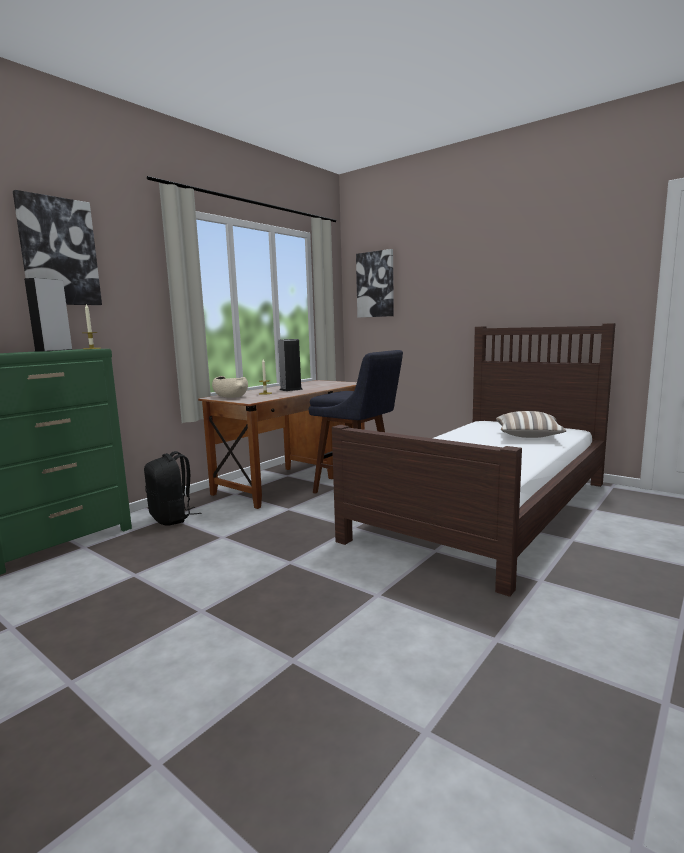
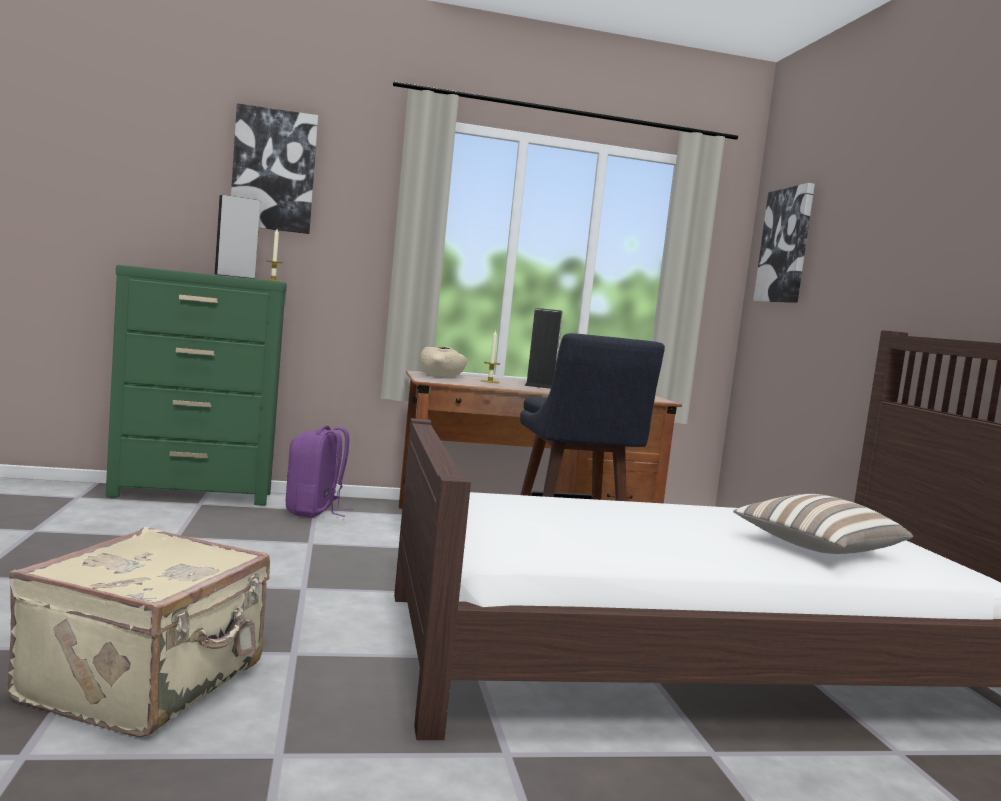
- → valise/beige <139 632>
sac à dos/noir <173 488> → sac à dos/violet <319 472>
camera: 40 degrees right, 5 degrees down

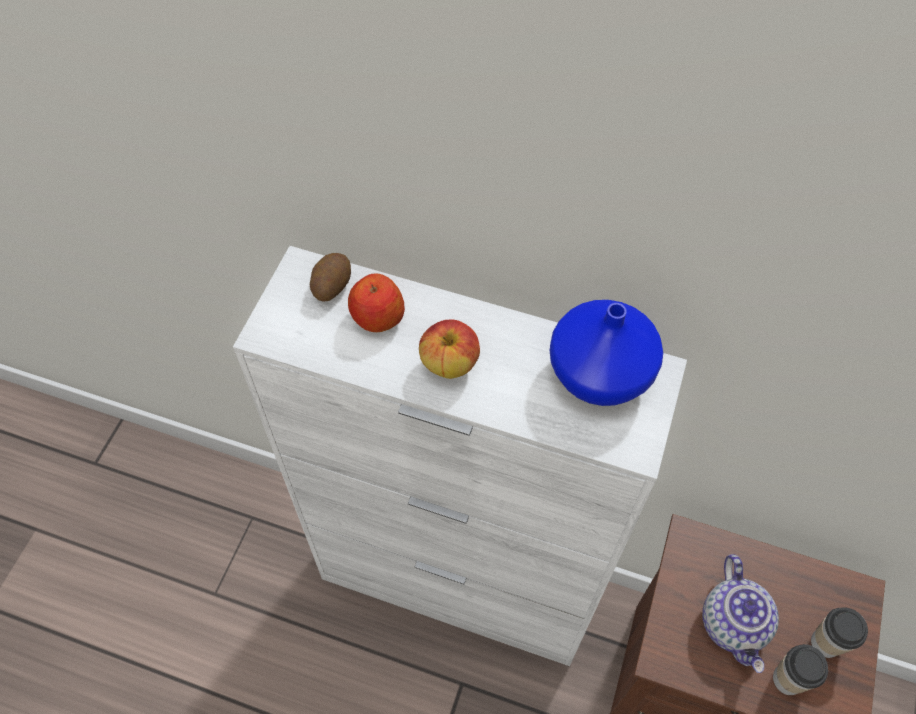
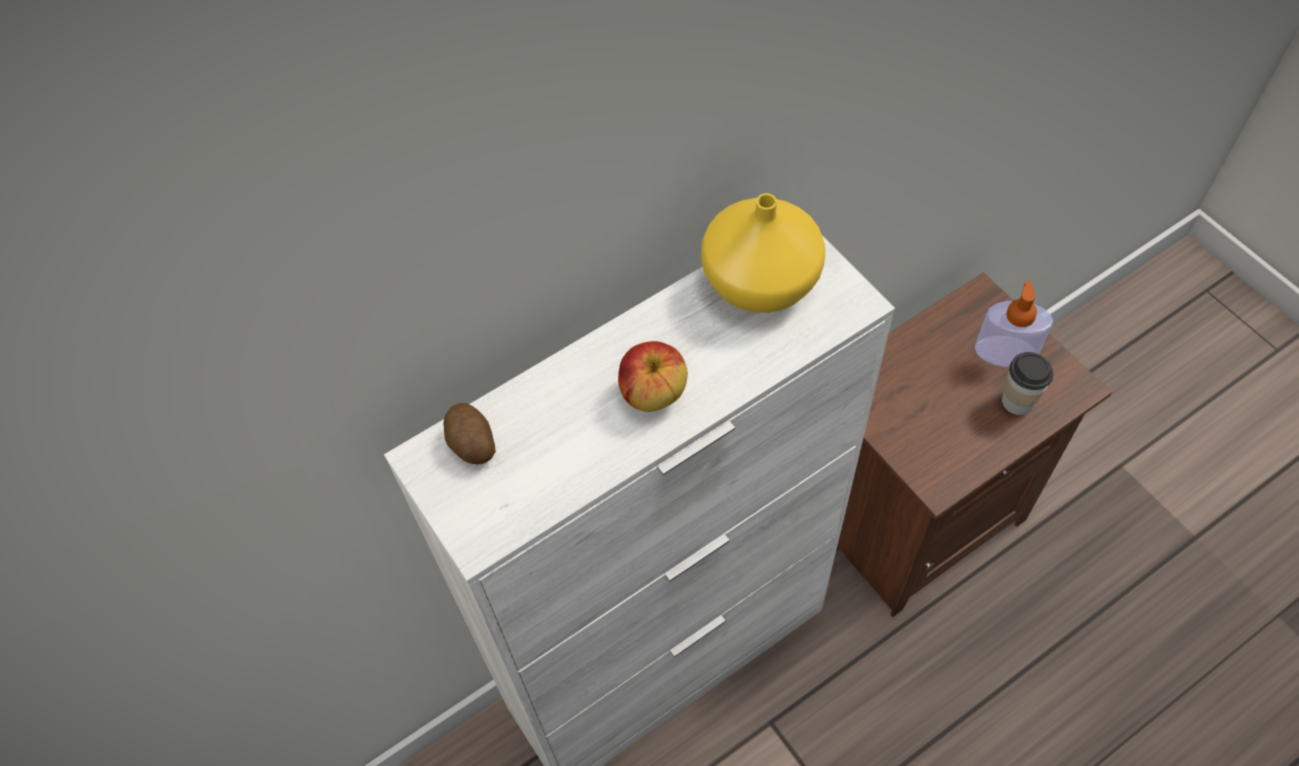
vase/bleu <606 353> → vase/jaune <763 253>
tasse <839 632> → distributeur de savon <1014 324>
pomme <376 302> → -
théière <740 613> → -
camera: 50 degrees left, 0 degrees up

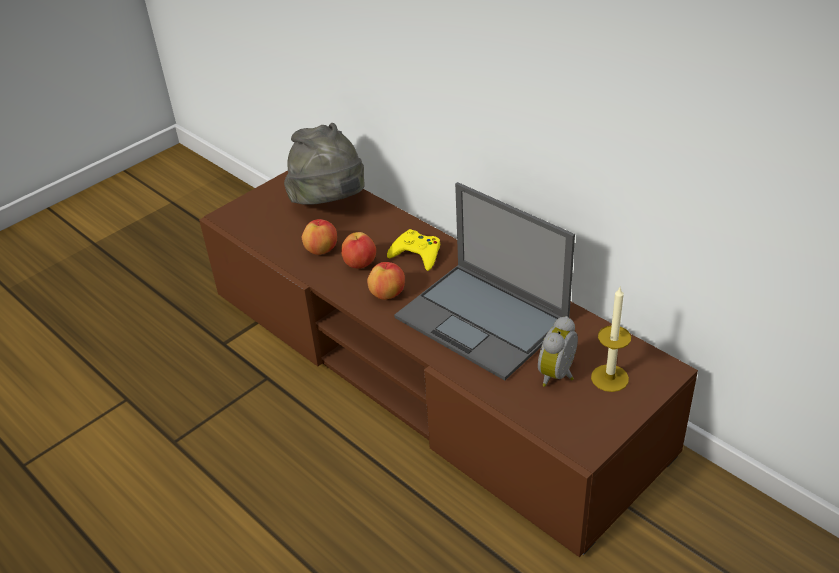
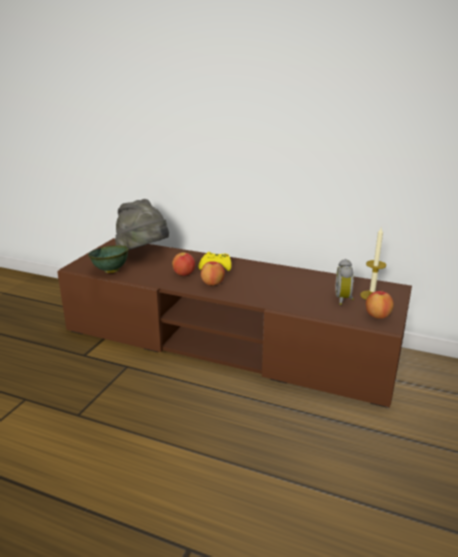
- → bol/vert <108 259>
pomme <319 237> → pomme <380 304>, relocated
ordinateur portable <484 281> → -
camera: 25 degrees left, 15 degrees down

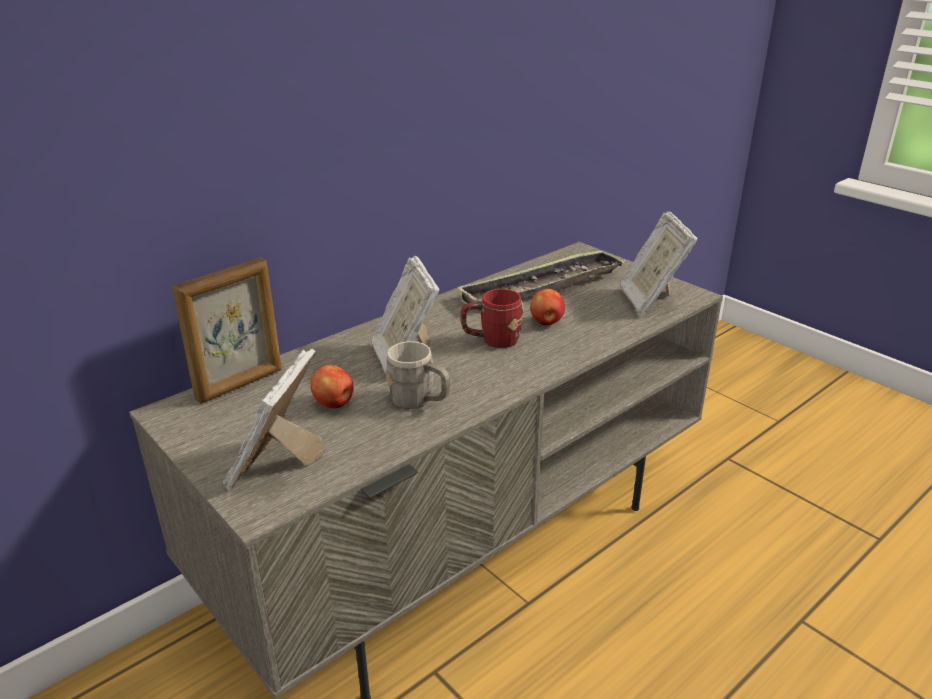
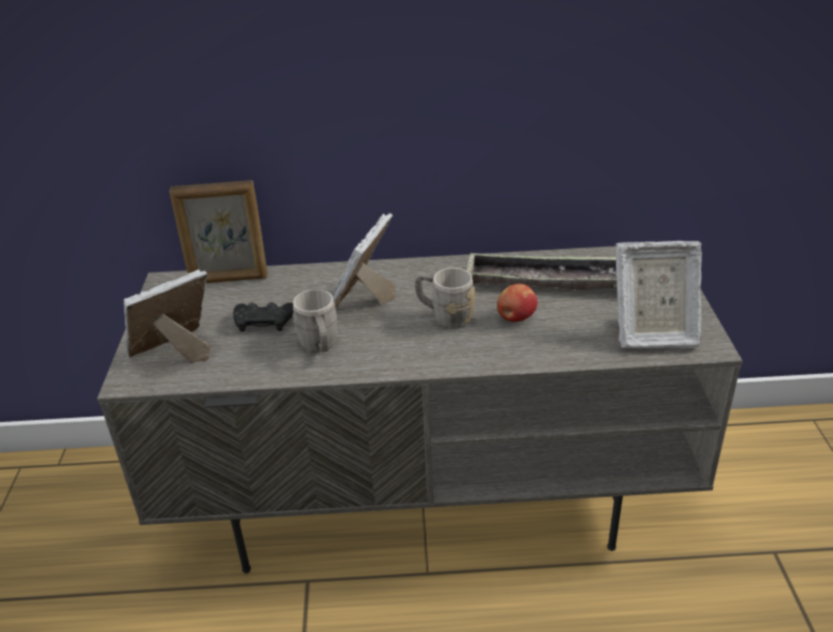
pomme <332 386> → manette/noir <263 317>
mug/rouge <492 318> → mug/gris <445 298>
cadre photo <659 263> → cadre photo <658 295>, 120 degrees counterclockwise
camera: 40 degrees right, 5 degrees up

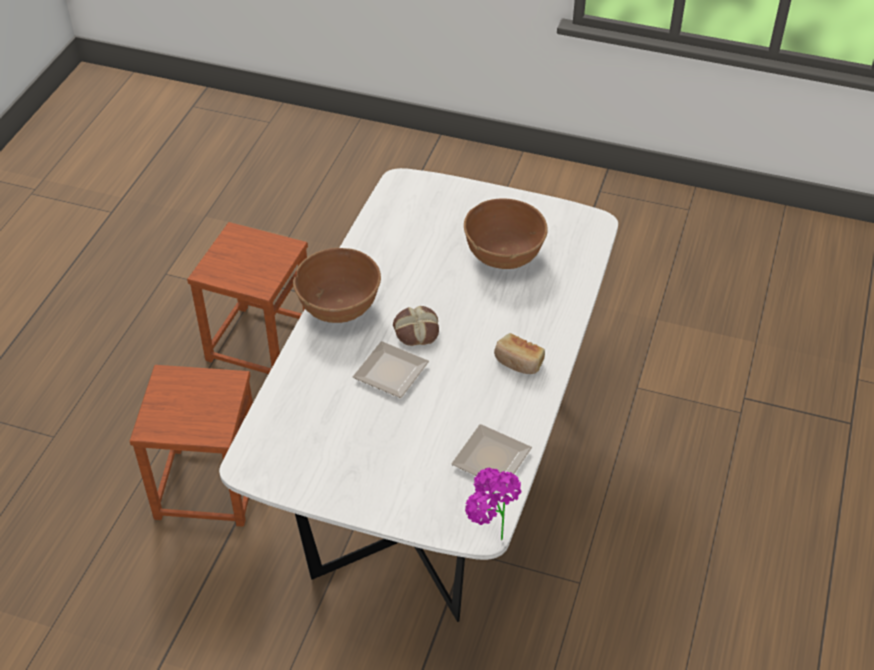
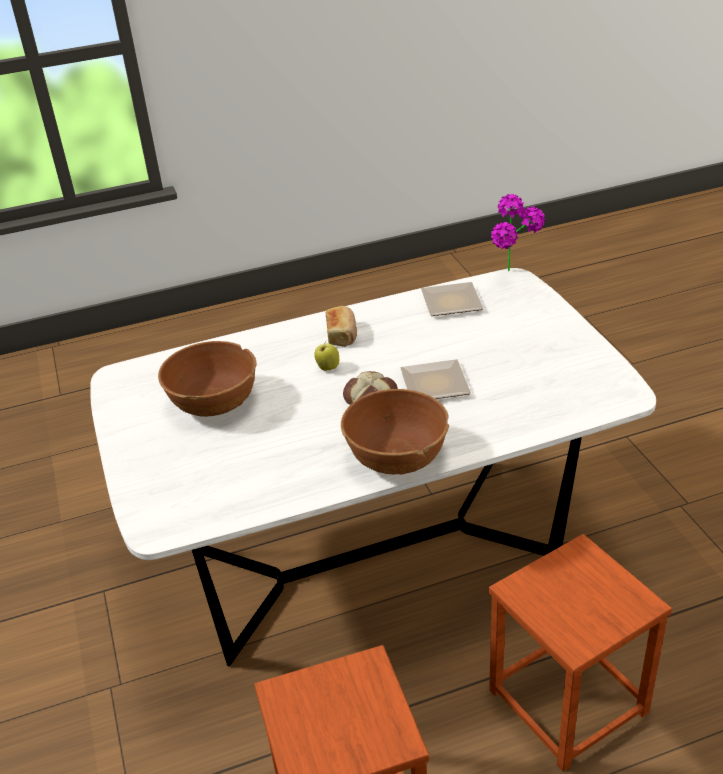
- → pomme <326 356>
camera: 125 degrees left, 10 degrees down

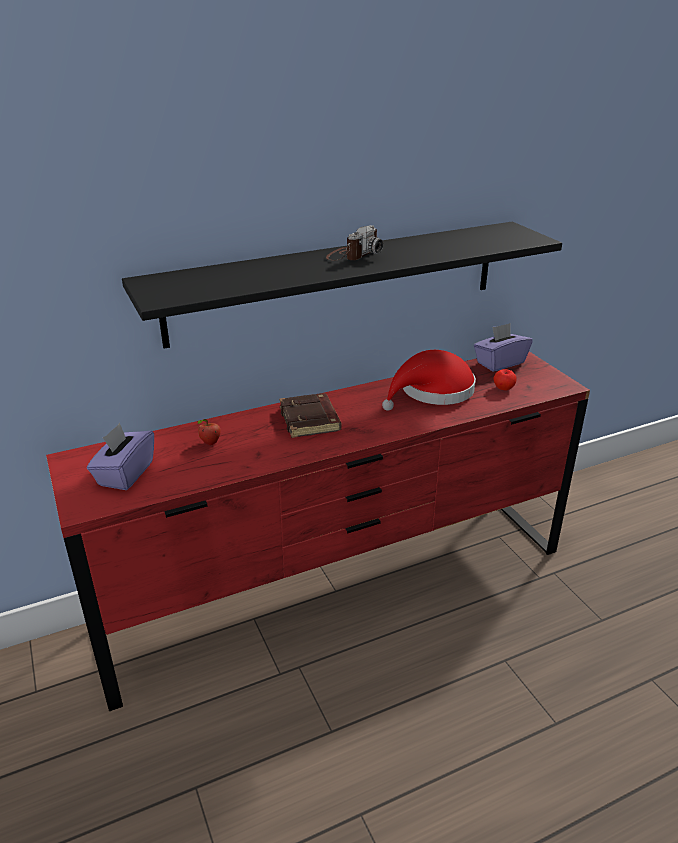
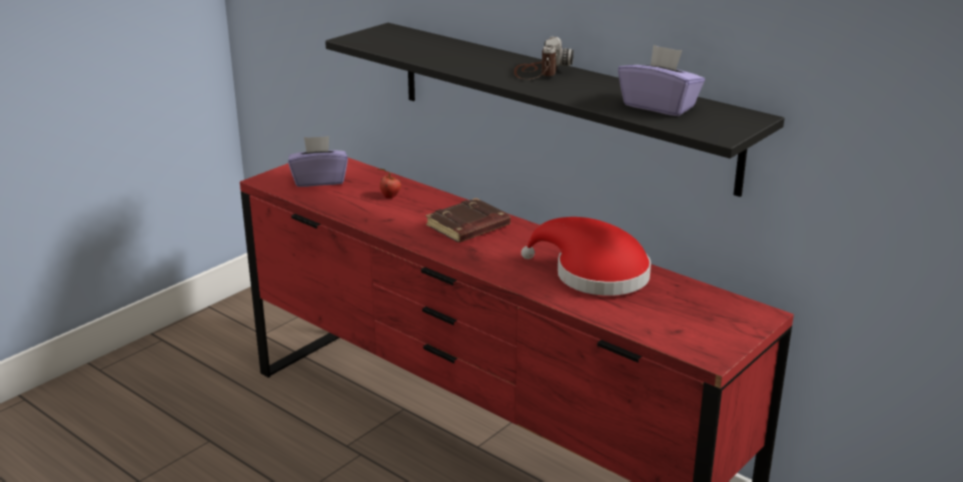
appareil photo <354 243> → appareil photo <544 58>, 90 degrees counterclockwise
boîte à mouchoirs/violet <503 347> → boîte à mouchoirs/violet <661 80>, relocated
pomme <505 379> → -
camera: 65 degrees right, 5 degrees down

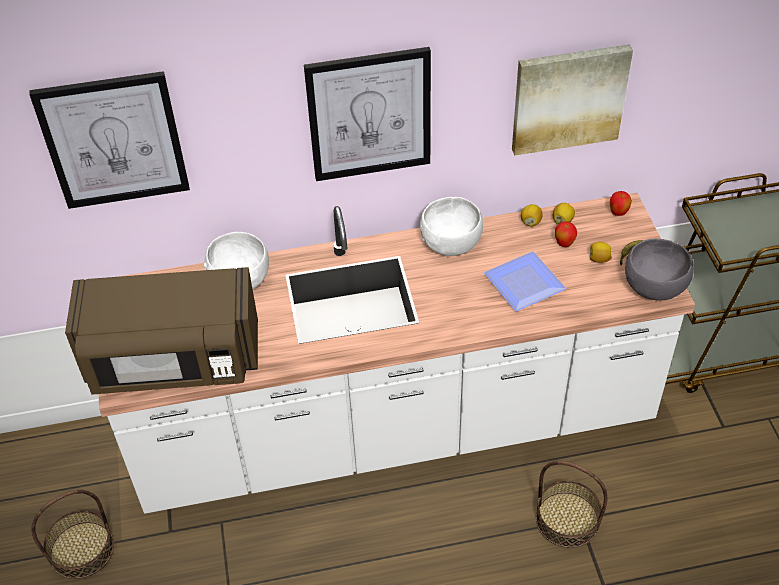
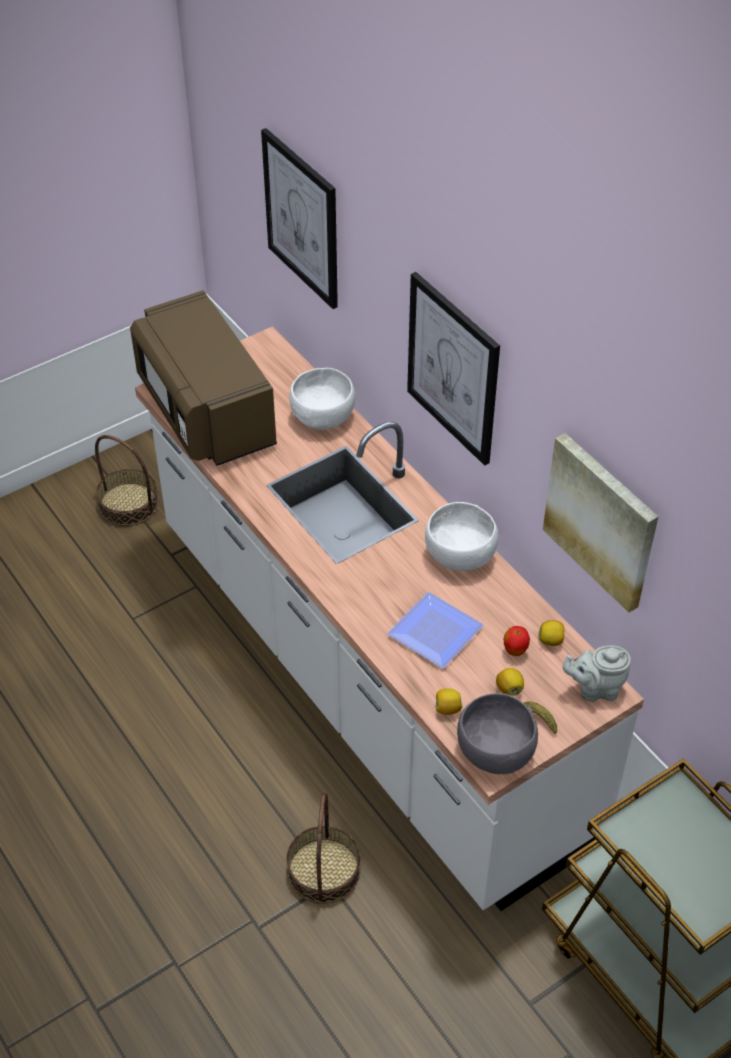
citron <532 215> → citron <449 701>, relocated
pomme <621 203> → théière/gris <597 674>
camera: 65 degrees right, 0 degrees up

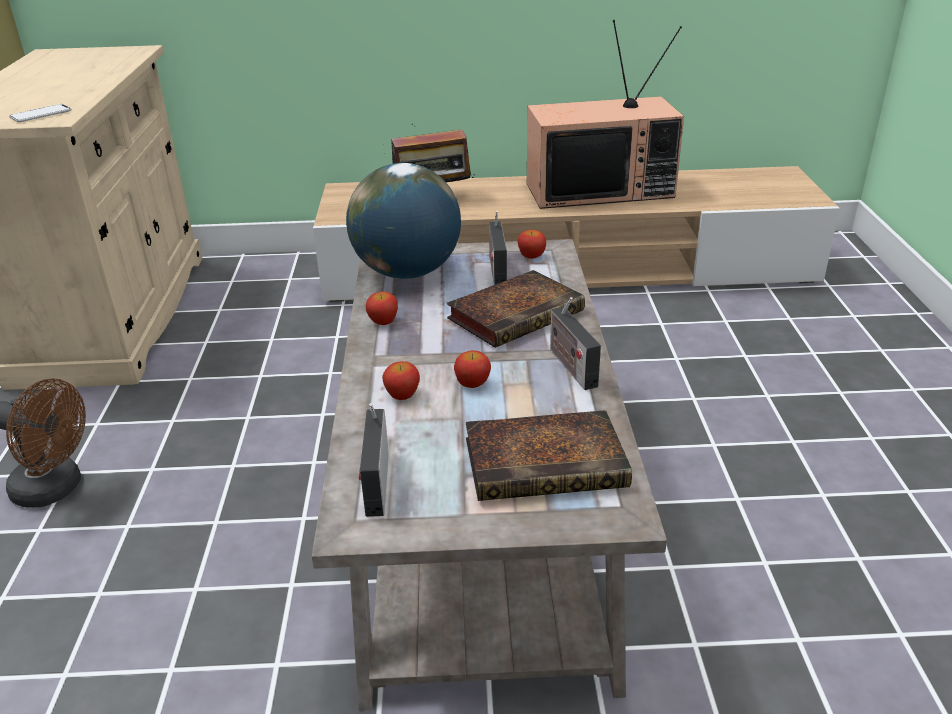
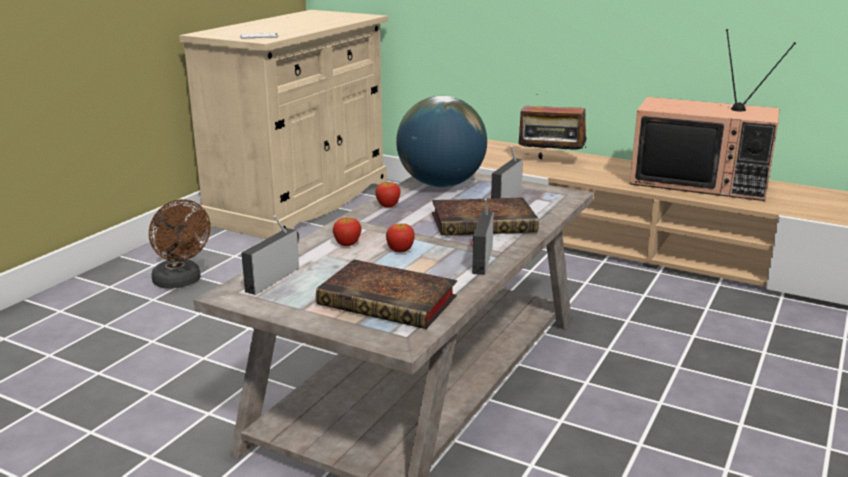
pomme <532 244> → -
camera: 30 degrees right, 10 degrees down

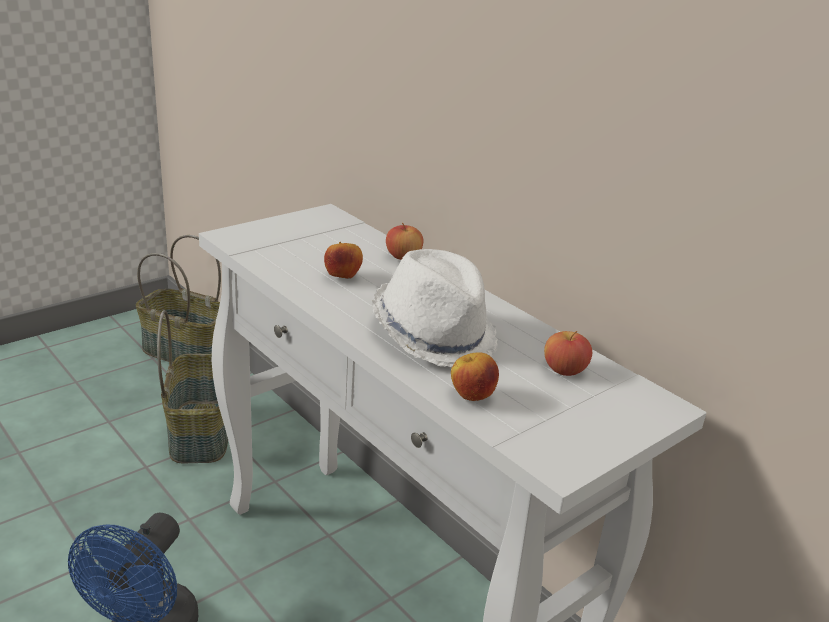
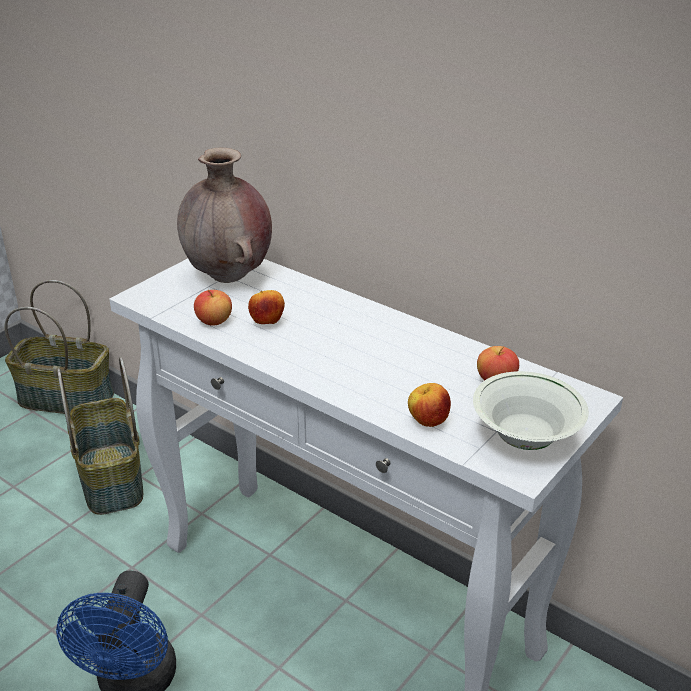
- → vase/marron <224 215>
pomme <404 241> → pomme <213 308>, relocated
- → bol/blanc <531 410>
chapeau/blanc <435 308> → -
camera: 10 degrees left, 5 degrees up

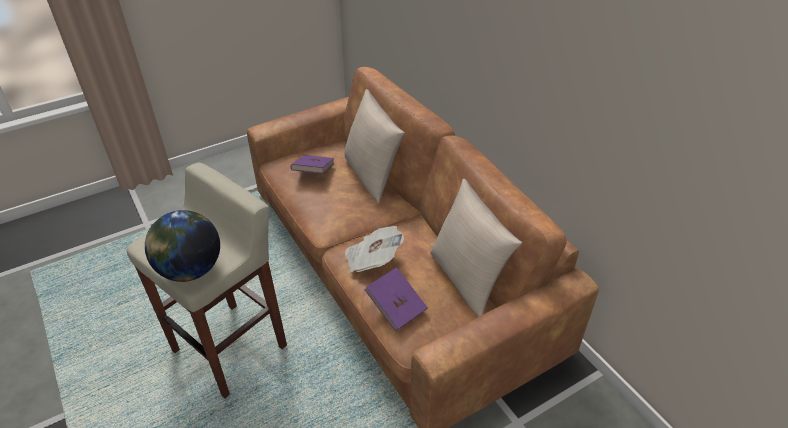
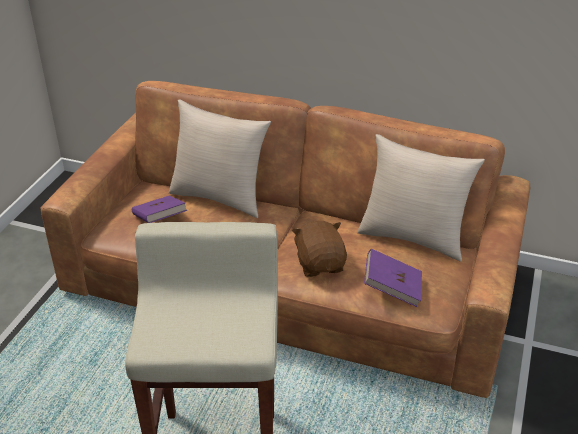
journal <374 249> → peluche/marron <319 249>
globe <182 246> → -
camera: 40 degrees left, 5 degrees down

